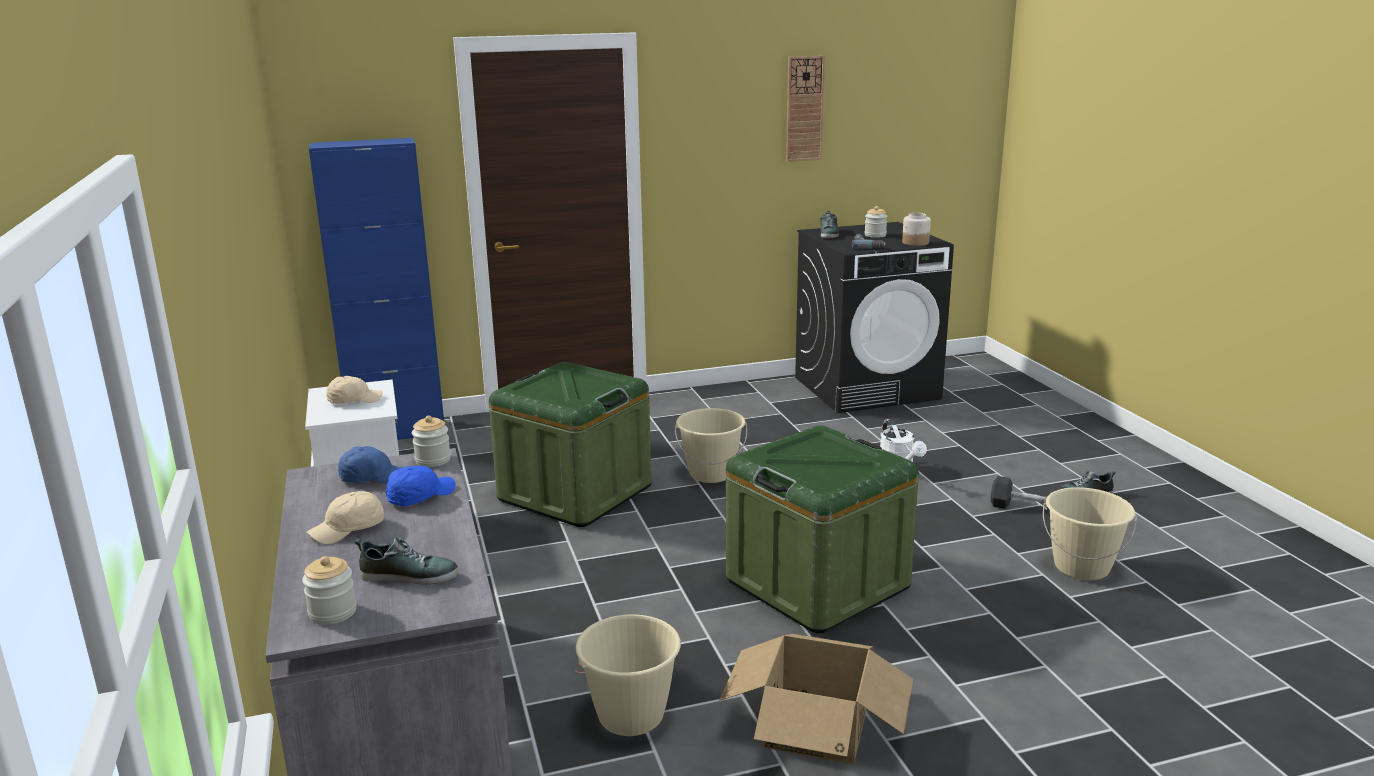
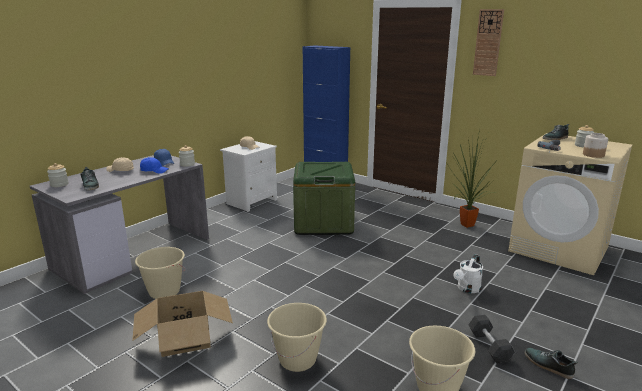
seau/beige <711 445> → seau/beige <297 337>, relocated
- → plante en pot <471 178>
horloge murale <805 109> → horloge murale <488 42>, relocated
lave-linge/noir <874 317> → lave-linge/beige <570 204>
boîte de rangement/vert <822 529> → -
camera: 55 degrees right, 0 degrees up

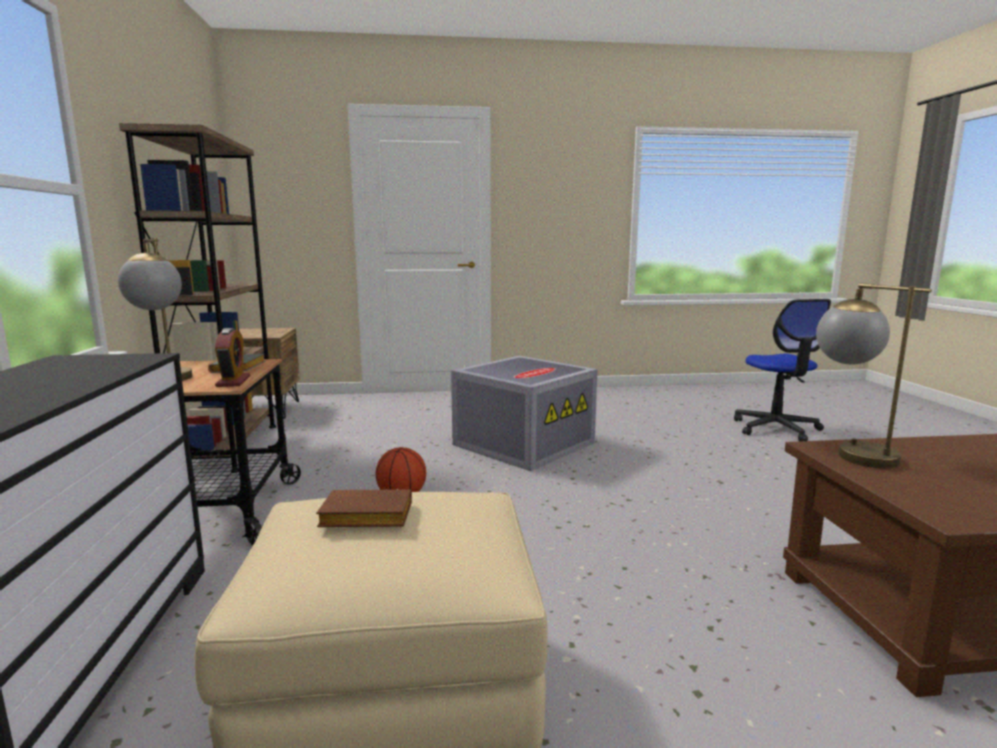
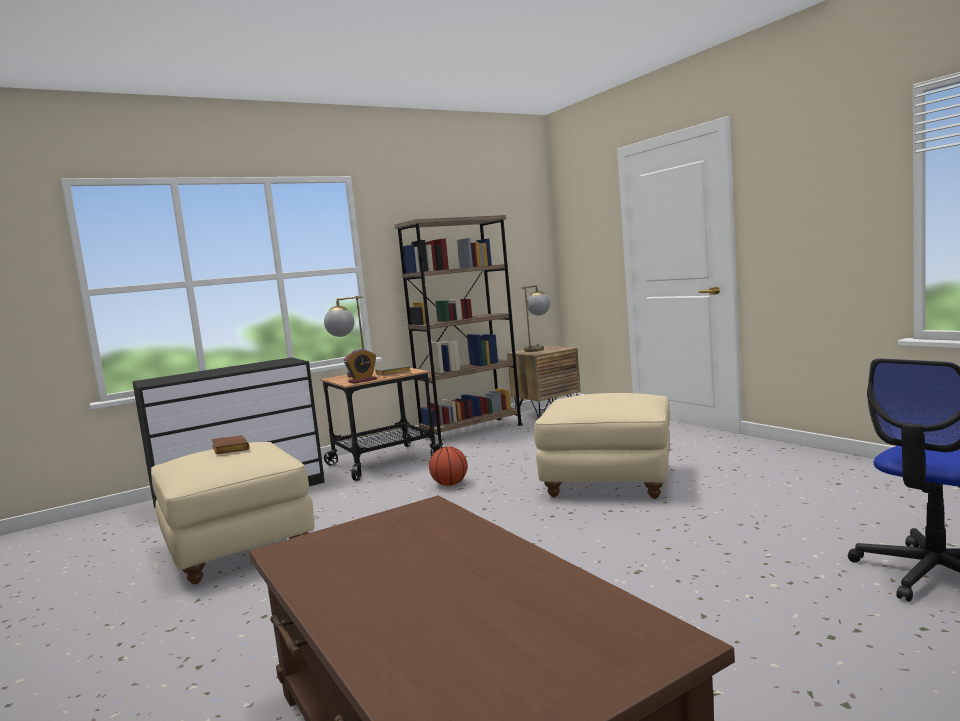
lampe de table <874 375> → lampe de table <535 318>, relocated
boîte de rangement/gris <524 413> → pouf/beige <602 446>
camera: 65 degrees right, 5 degrees down

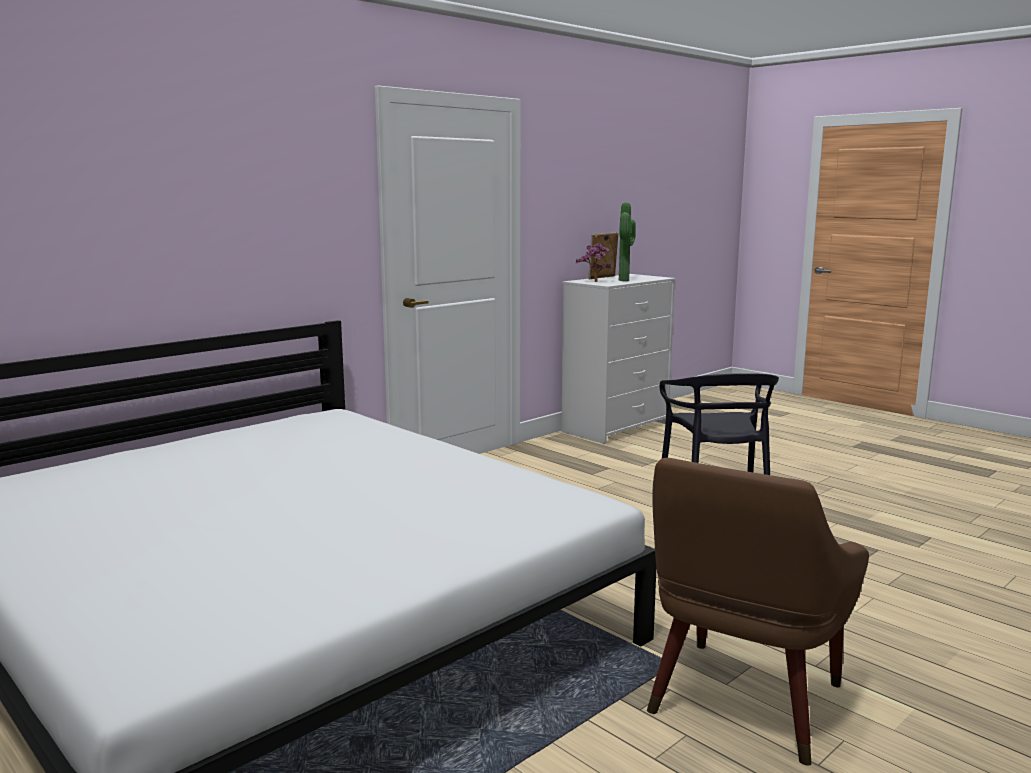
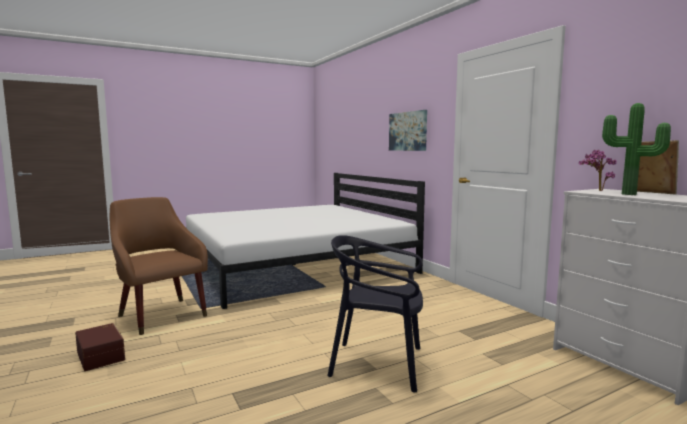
- → boîte de rangement/marron <100 347>
- → tableau <408 130>
camera: 105 degrees right, 5 degrees down

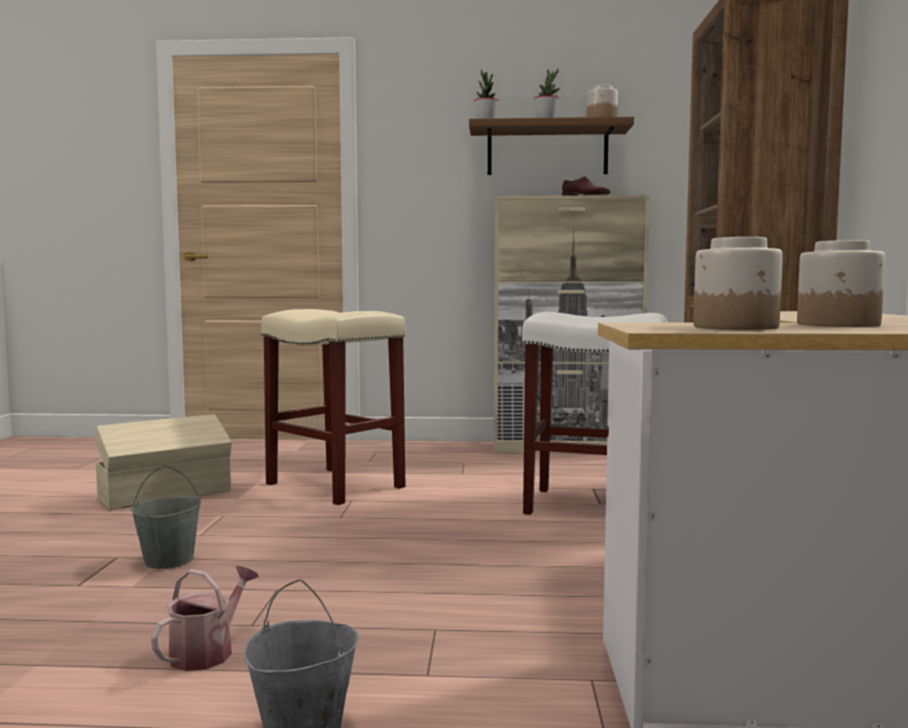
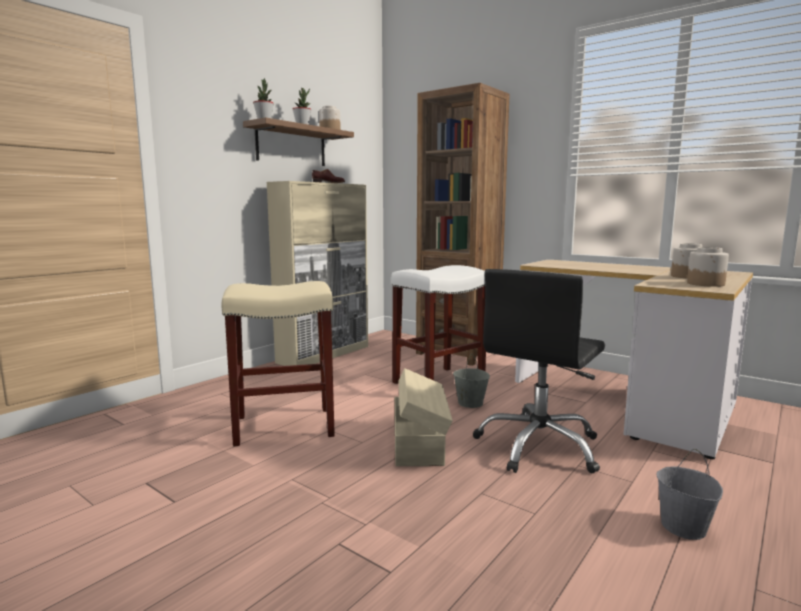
boîte de rangement/beige <164 462> → boîte de rangement/beige <424 417>, relocated
seau/gris <165 517> → seau/gris <471 380>, relocated
- → chaise de bureau/noir <539 371>
arrosoir <205 618> → -
camera: 55 degrees left, 5 degrees up

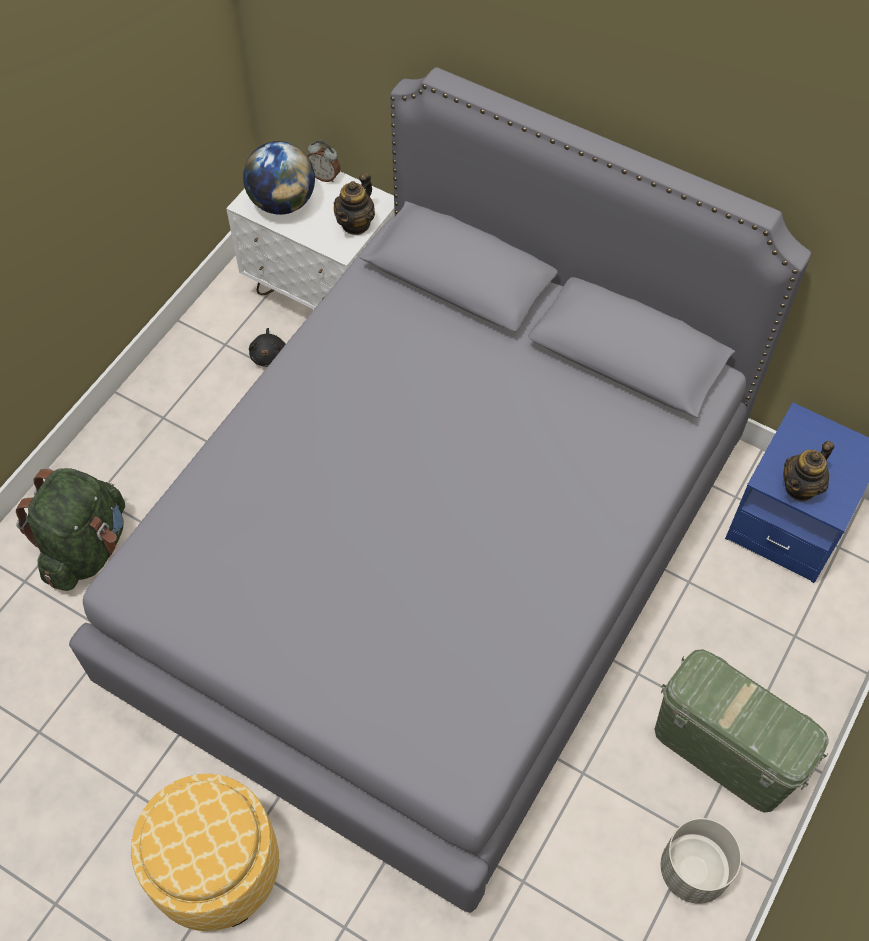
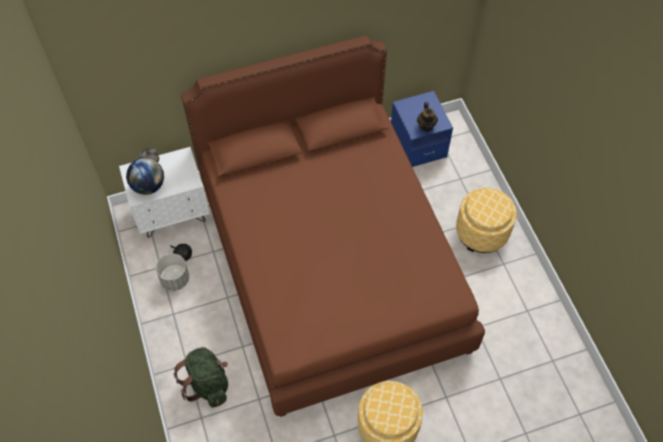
cache-pot/gris <701 861> → cache-pot/gris <172 272>, relocated
lit/gris <440 490> → lit/marron <333 226>
boîte de rangement/vert <742 731> → pouf <486 220>
théière <354 203> → -
camera: 50 degrees left, 0 degrees up

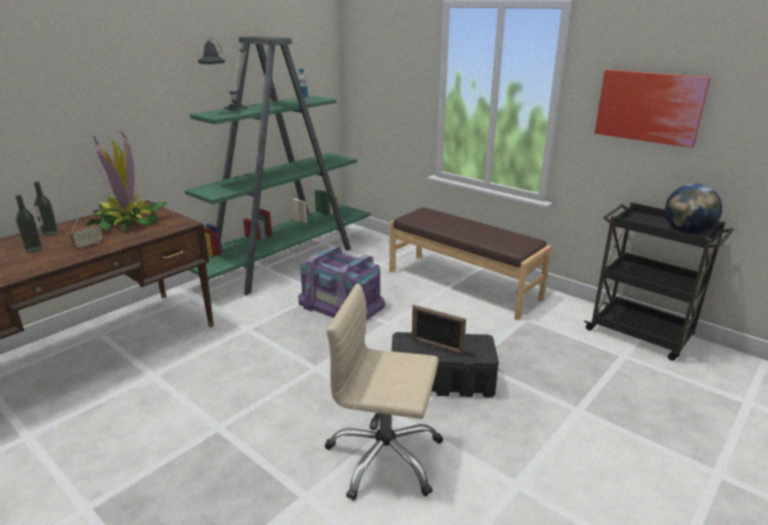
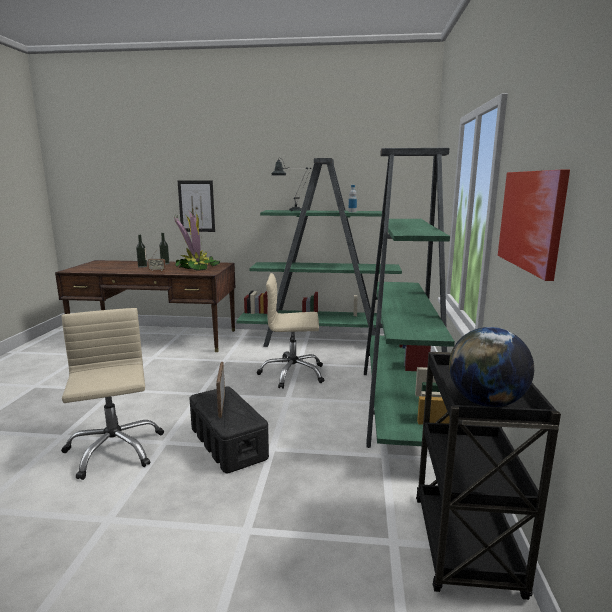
- → tableau <196 206>
boîte de rangement/violet <341 283> → chaise de bureau/beige <290 331>
banc/marron <470 263> → bibliothèque/vert <409 298>
camera: 55 degrees right, 10 degrees down

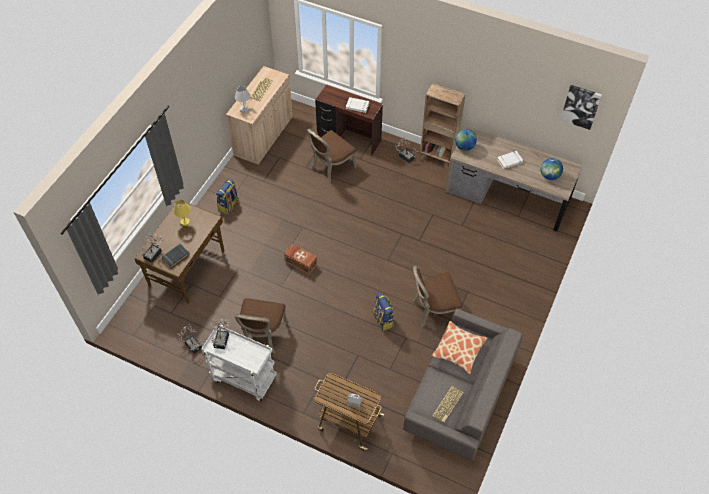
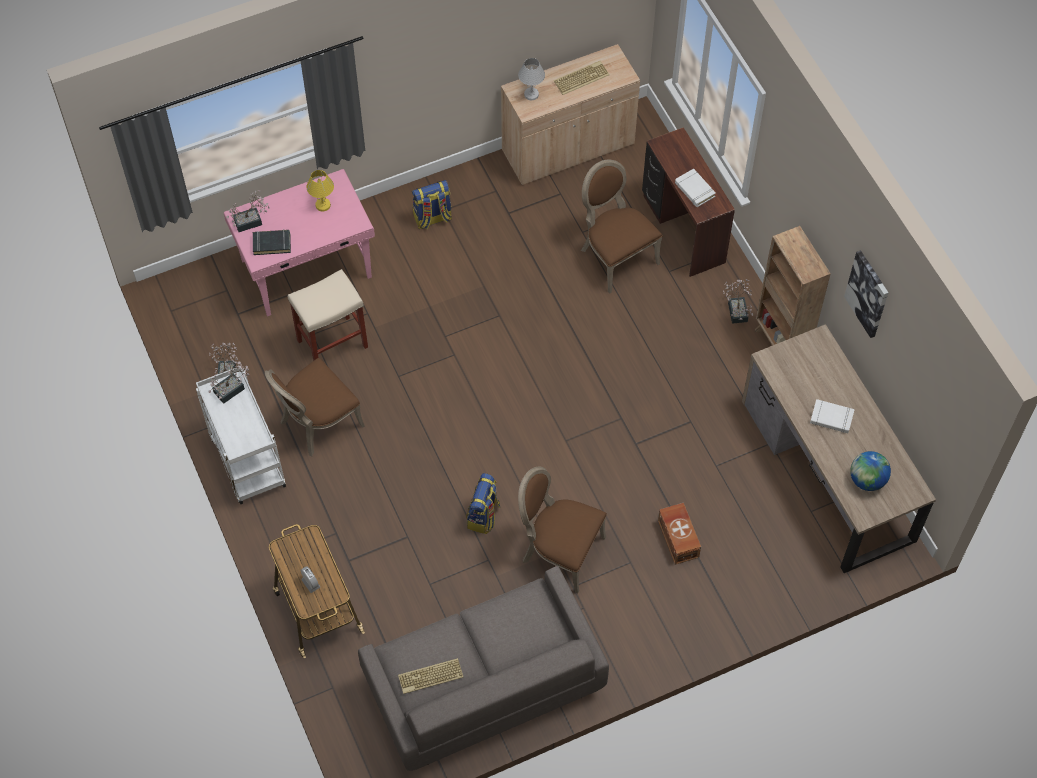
bureau/marron <179 253> → bureau/rose <299 243>
- → tabouret/beige <328 315>
chaise/marron <332 156> → chaise/marron <622 226>, 60 degrees clockwise
boîte de rangement/marron <300 259> → boîte de rangement/marron <679 534>, relocated
tableau <581 107> → tableau <866 294>, relocated
coussin <459 347> → -
globe <466 140> → -
camera: 40 degrees right, 5 degrees up

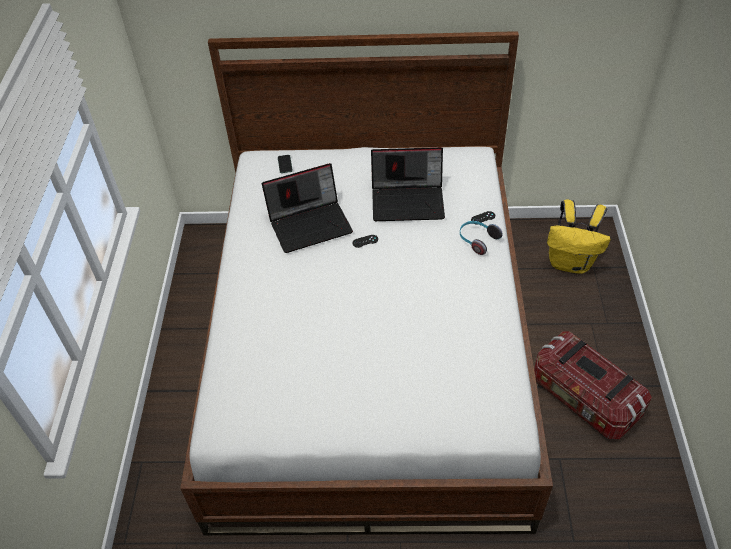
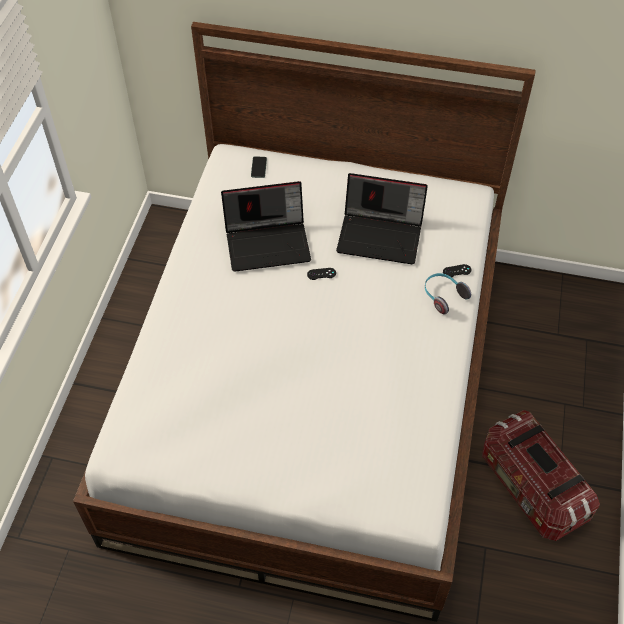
sac à dos/jaune <578 236> → -
camera: 10 degrees right, 5 degrees up

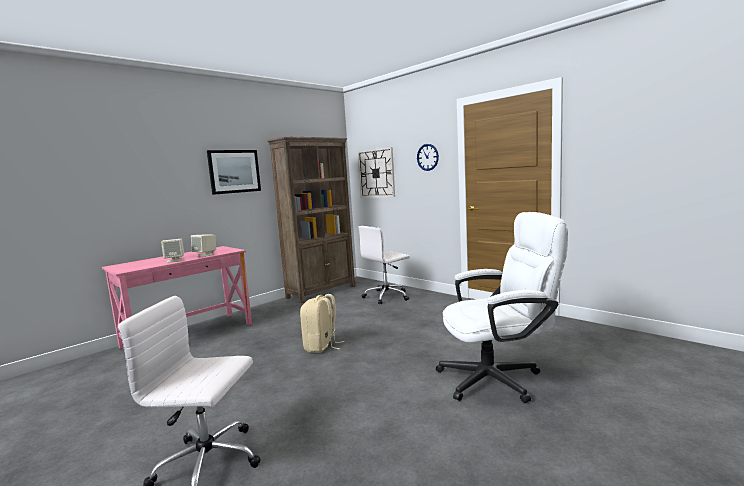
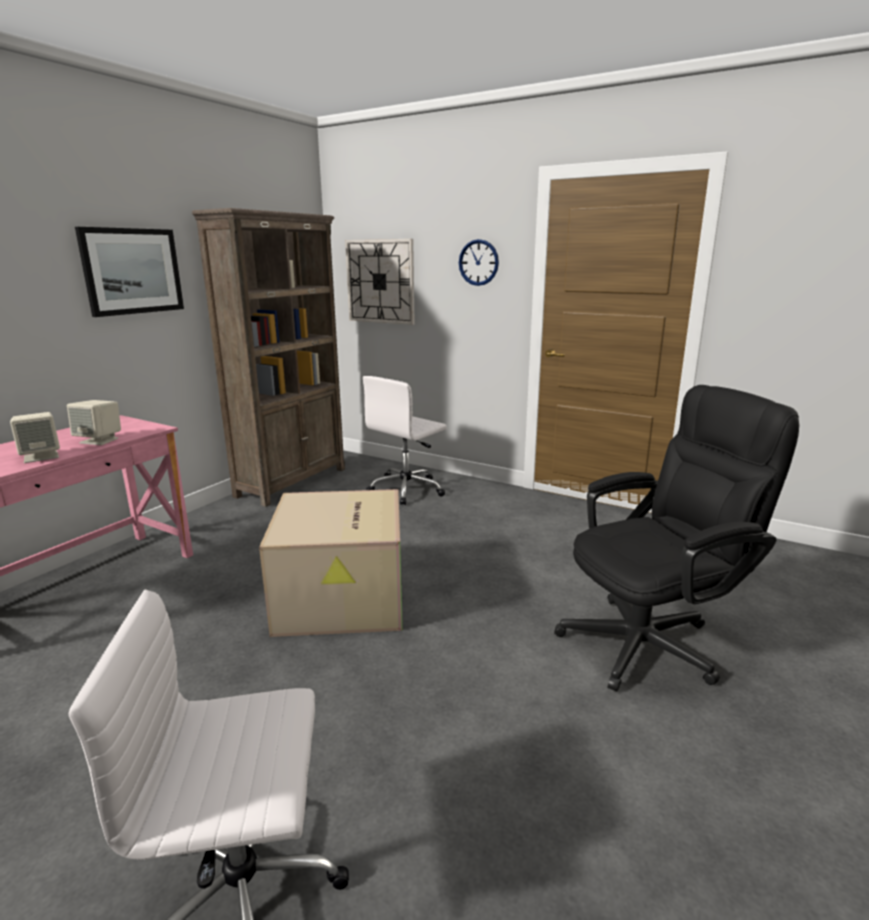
sac à dos/beige <322 323> → carton <331 563>
chaise de bureau/blanc <502 307> → chaise de bureau/noir <676 538>
camera: 15 degrees left, 10 degrees up

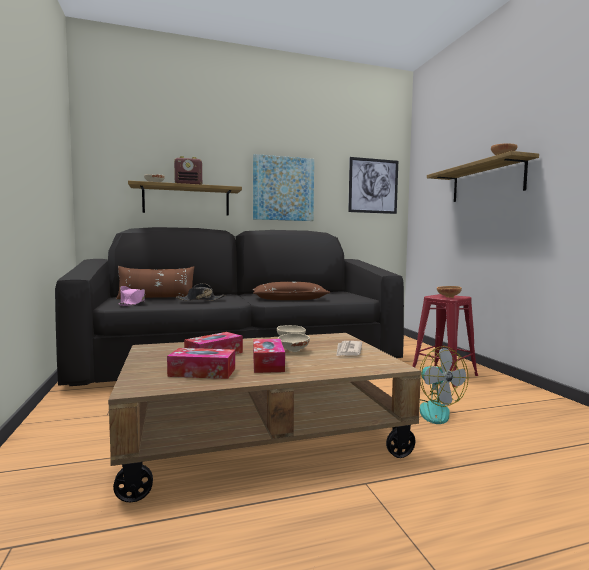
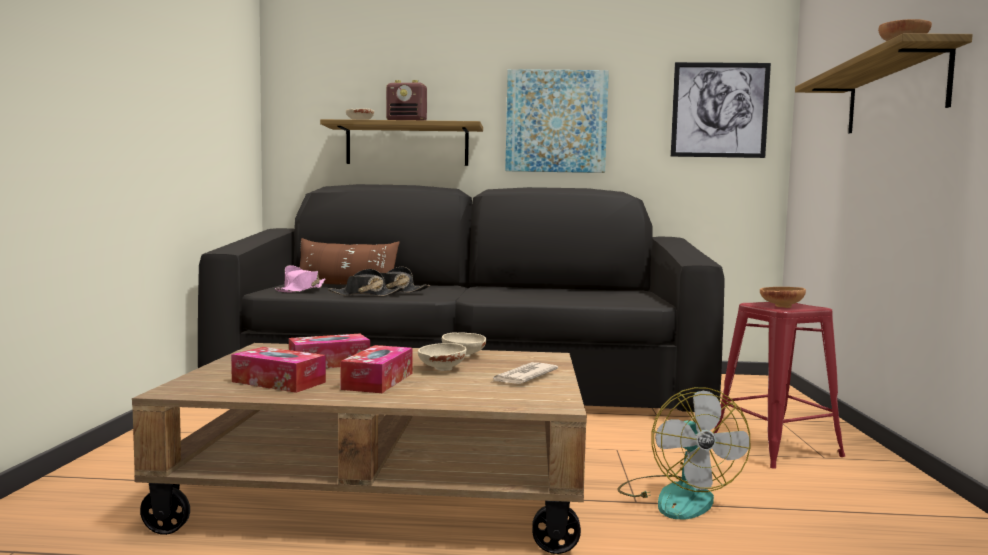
- → chapeau/noir <366 282>
coussin/marron <291 291> → -
camera: 20 degrees right, 0 degrees up

